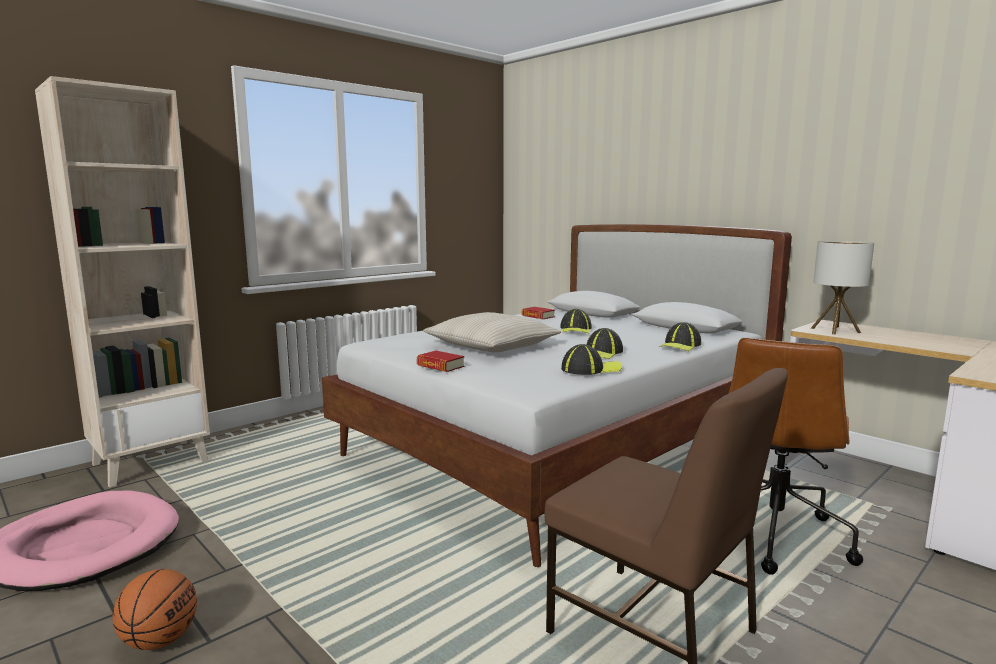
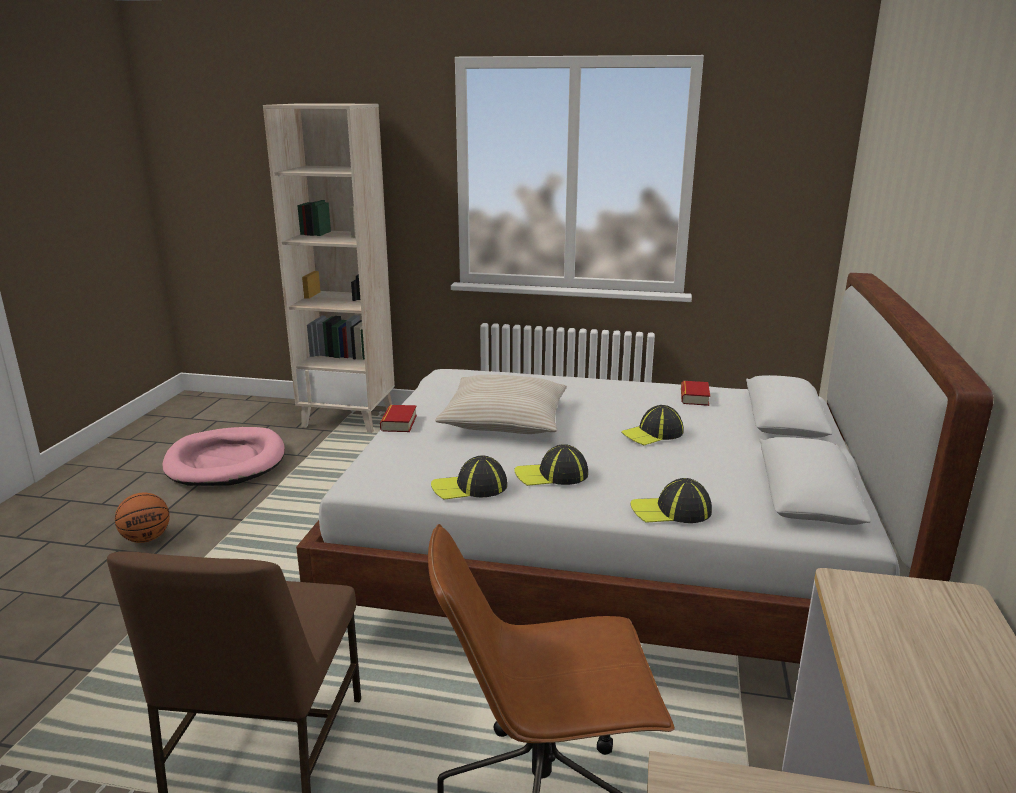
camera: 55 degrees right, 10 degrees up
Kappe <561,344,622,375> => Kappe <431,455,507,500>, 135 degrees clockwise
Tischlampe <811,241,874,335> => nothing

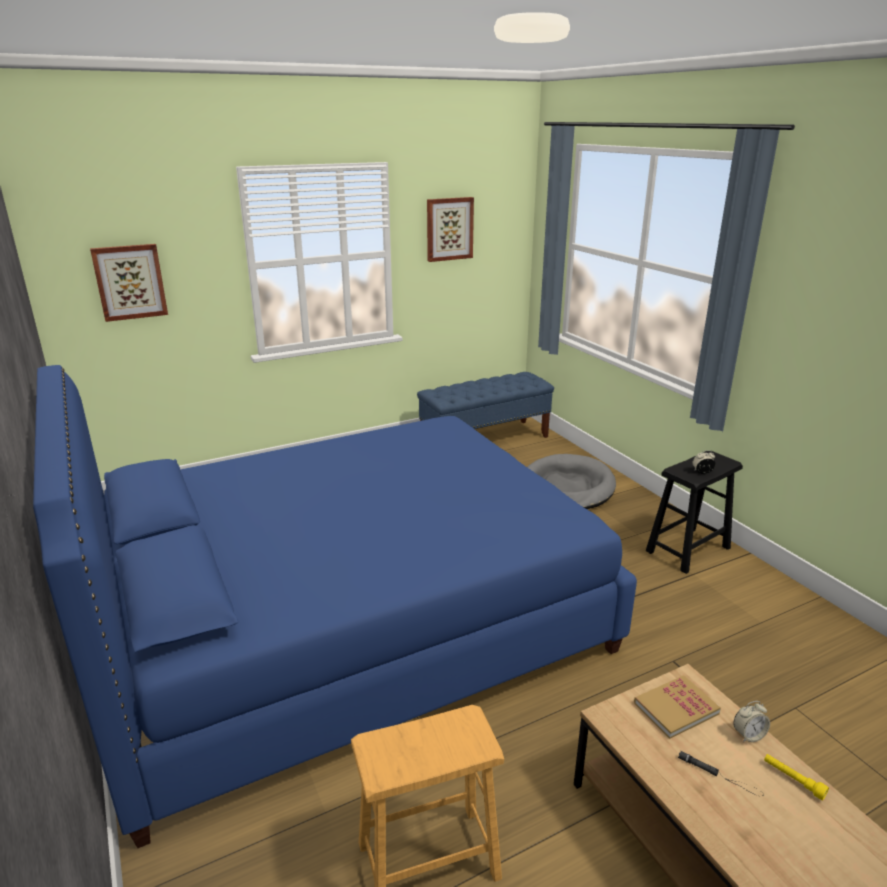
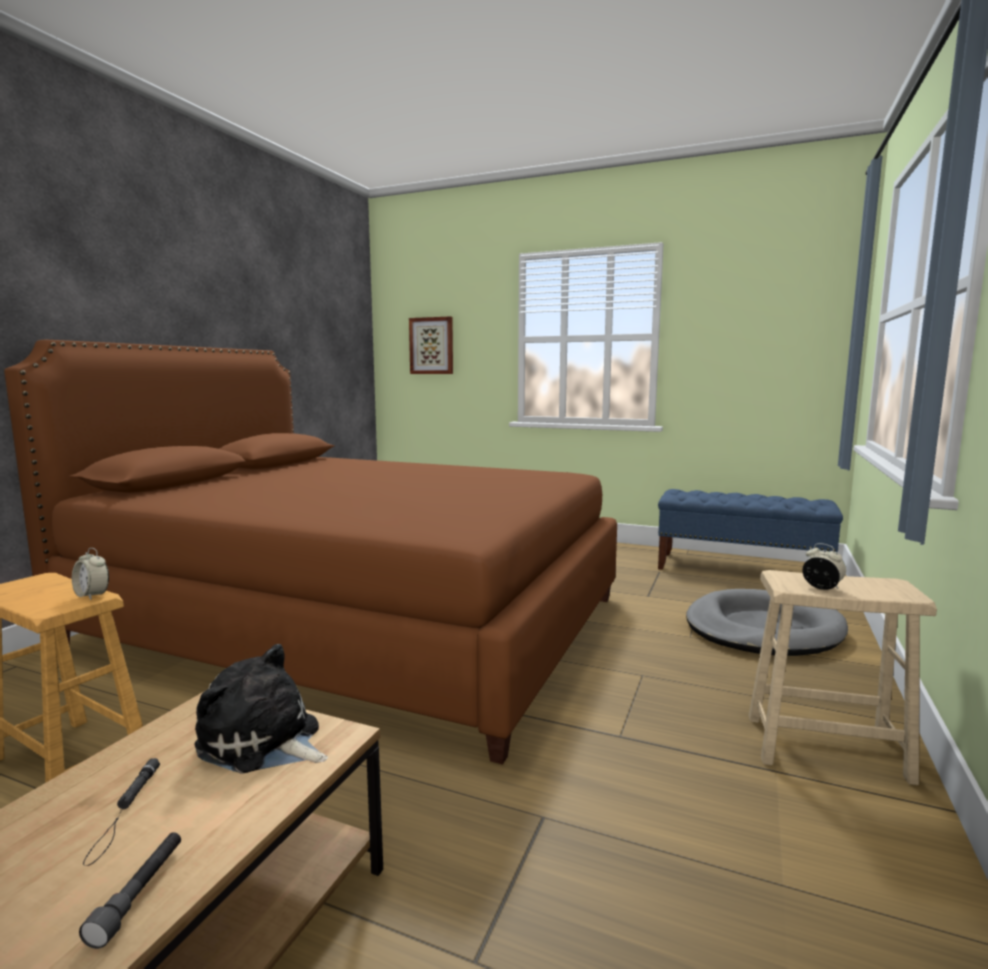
camera: 50 degrees right, 15 degrees down
Bett (blau) <33,365,637,848> => Bett (braun) <4,340,617,765>
Wecker <733,701,770,742> => Wecker <72,548,109,600>, shifted
Taschenlampe (gelb) <764,754,829,800> => Taschenlampe (grau) <79,832,181,949>
Buch <634,676,721,739> => Plüschtier <194,644,328,774>
Hocker (schwarz) <646,451,743,574> => Hocker (beige) <748,570,937,785>
Bild <427,197,474,262> => nothing

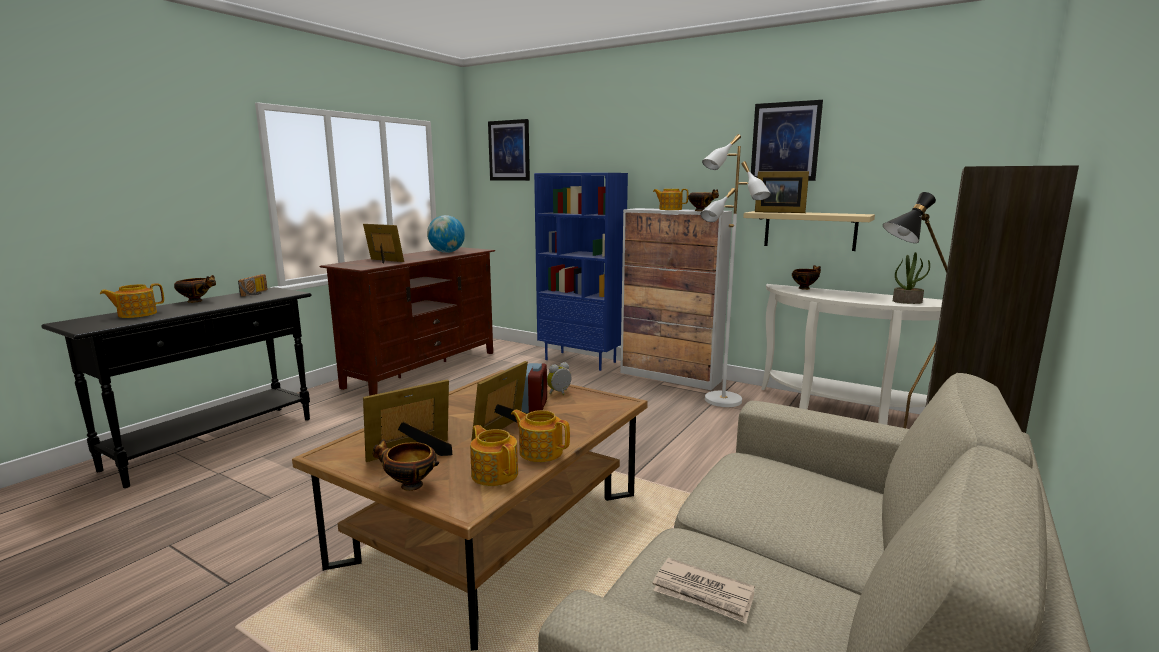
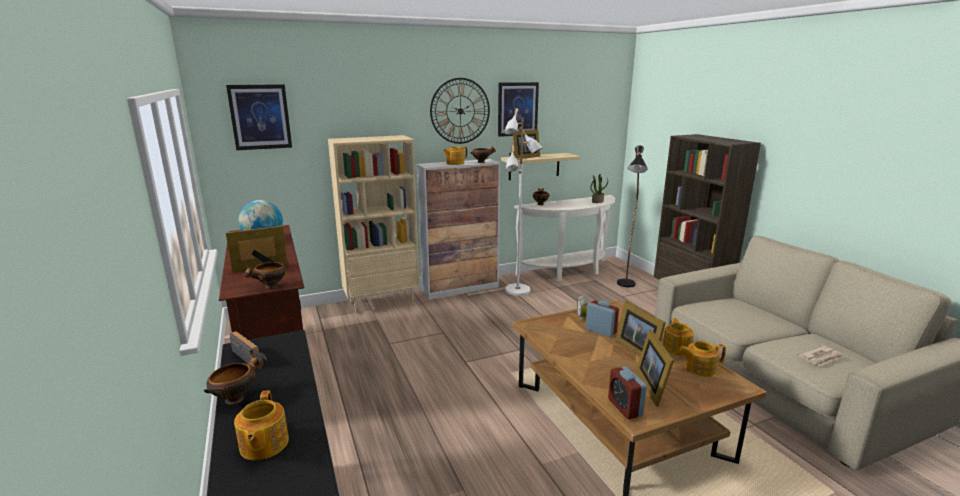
camera: 55 degrees left, 5 degrees up
Schüssel <373,439,439,491> => Schüssel <244,262,288,289>, shifted
Bücherregal (blau) <534,173,628,371> => Bücherregal (beige) <328,135,420,314>
nothing => Wanduhr <430,78,490,144>
nothing => Wecker <608,366,647,419>
Teekanne <511,410,570,462> => Teekanne <663,318,694,355>, 120 degrees clockwise

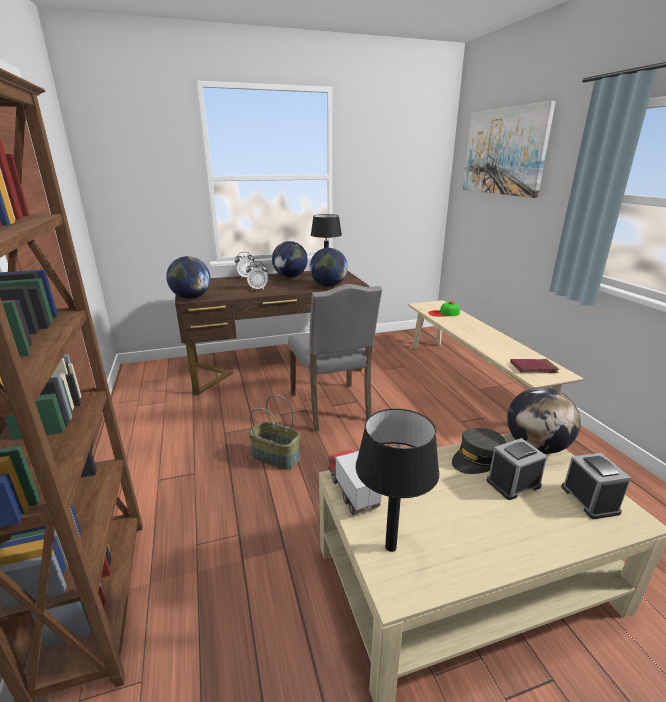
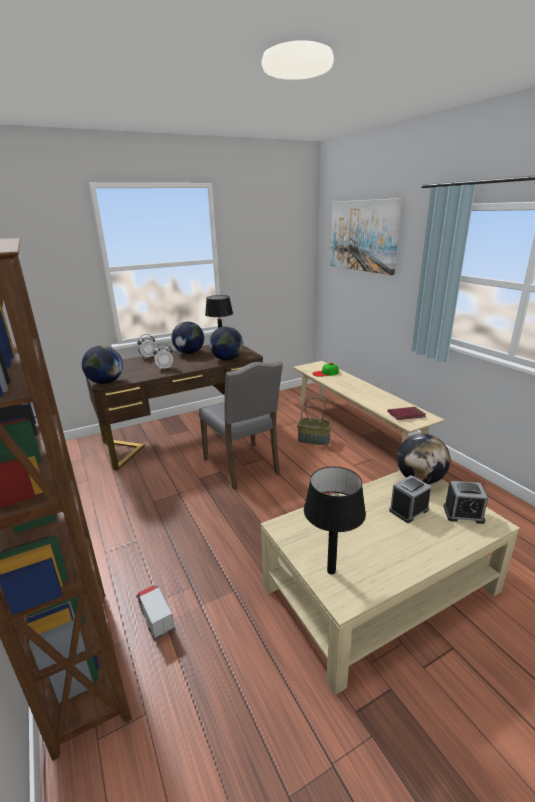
camera: 10 degrees left, 0 degrees up
Spielzeuglaster <328,450,381,515> => Spielzeuglaster <136,585,175,641>, shifted
Korb <248,395,301,470> => Korb <297,398,332,445>, shifted
Wecker <561,453,631,519> => Wecker <443,481,488,524>, 120 degrees clockwise
Kappe (grau) <452,428,506,474> => nothing

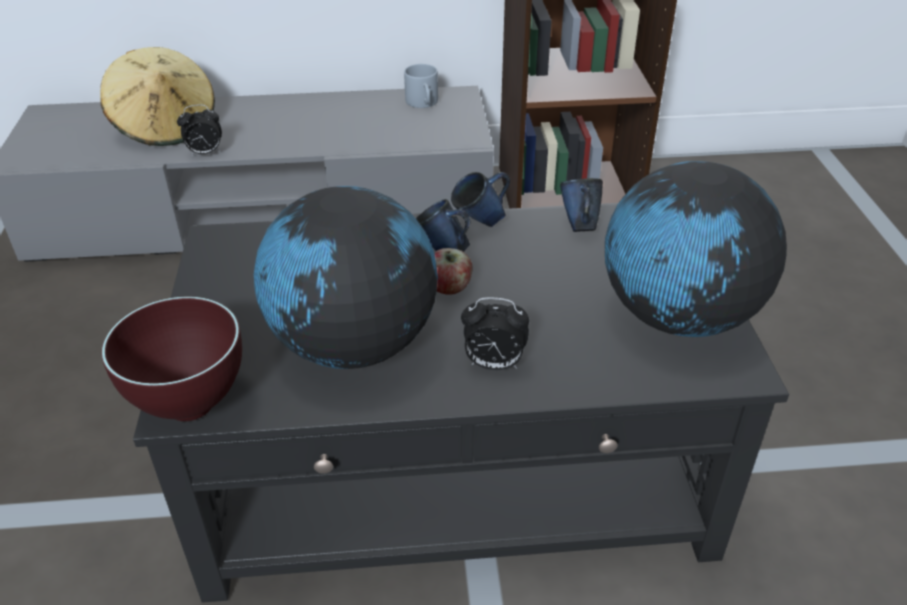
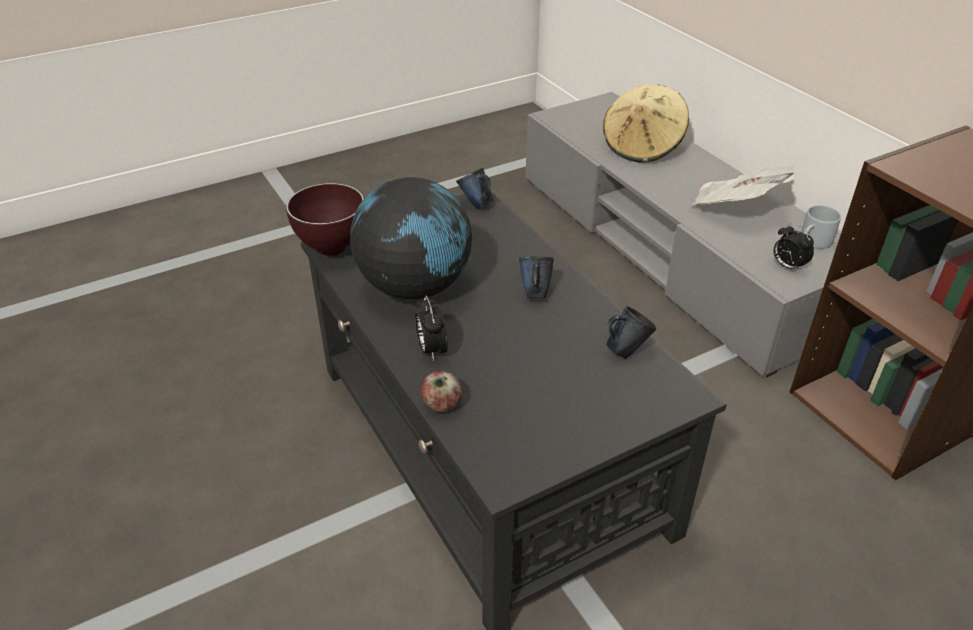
camera: 65 degrees right, 0 degrees up
Apfel <434,248,473,295> => Apfel <421,371,462,413>, shifted
Henkelbecher (blau) <451,172,510,227> => Henkelbecher (blau) <456,167,493,209>, shifted
nothing => Zeitung <692,166,796,205>
Wecker <177,104,222,156> => Wecker <774,223,814,272>, shifted
Globus <605,161,787,337> => nothing

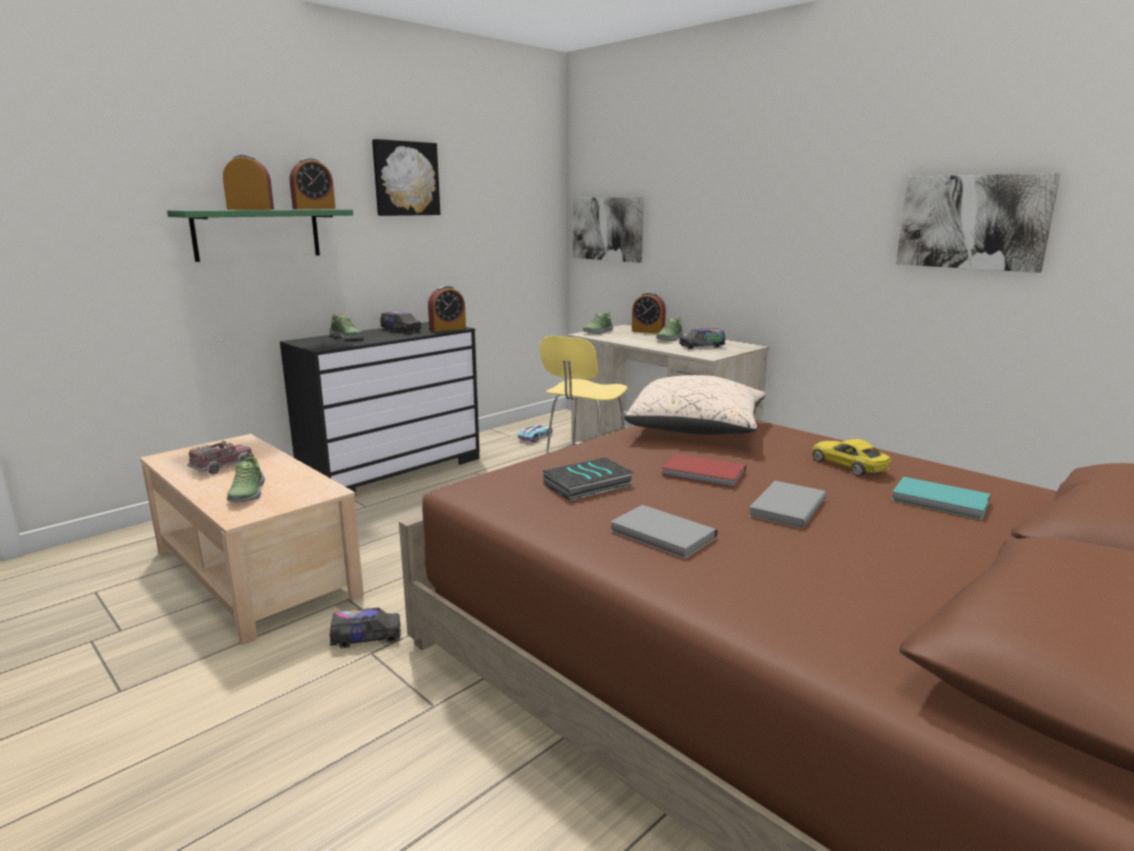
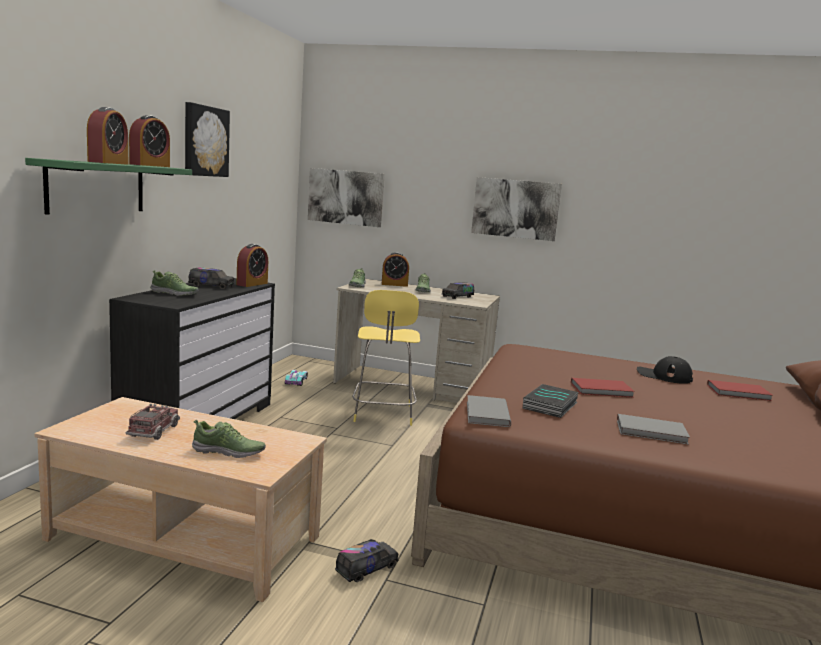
camera: 30 degrees left, 5 degrees down
Wecker <223,154,274,210> => Wecker <87,107,128,165>, 135 degrees clockwise
Schuh <227,454,265,502> => Schuh <192,420,266,458>, 45 degrees counterclockwise
Buch (grau) <749,481,827,529> => Buch (grau) <467,395,511,427>, shifted
Bild <896,173,1061,273> => Bild <471,177,562,241>, shifted
Spielzeugauto (gelb) <812,439,892,476> => Kappe (schwarz) <637,356,693,384>
Buch (türkis) <891,477,990,520> => Buch (rot) <707,380,772,401>
Kissen (beige) <624,375,766,435> => nothing

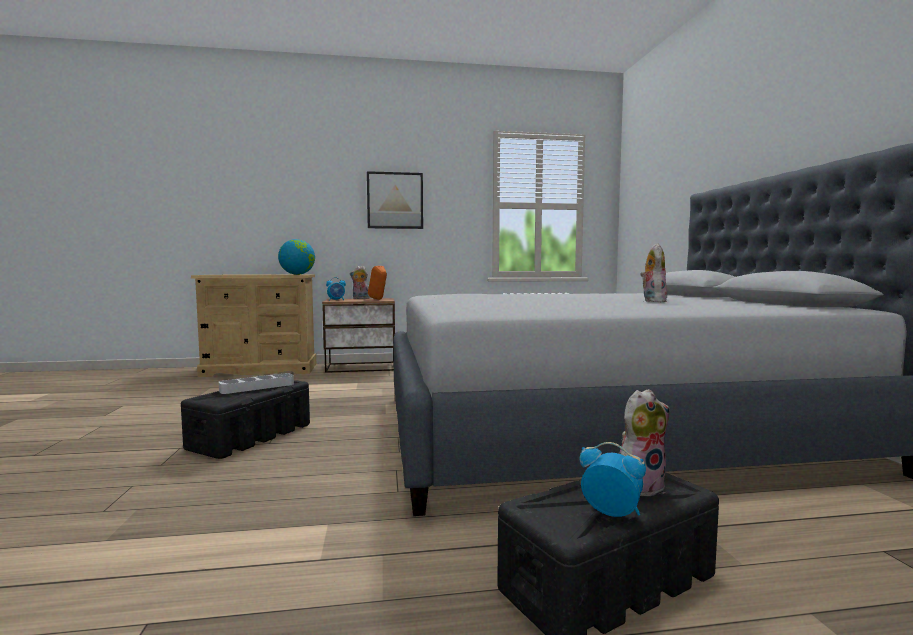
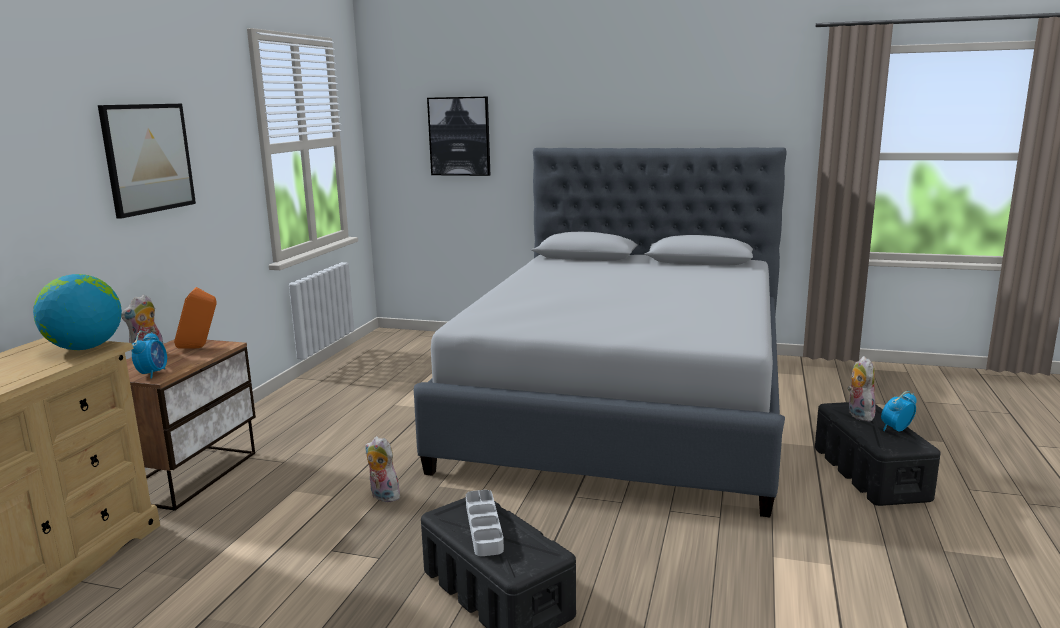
camera: 65 degrees left, 10 degrees up
Plüschtier <640,243,667,302> => Plüschtier <365,436,404,502>, shifted
nothing => Bild <427,97,490,176>

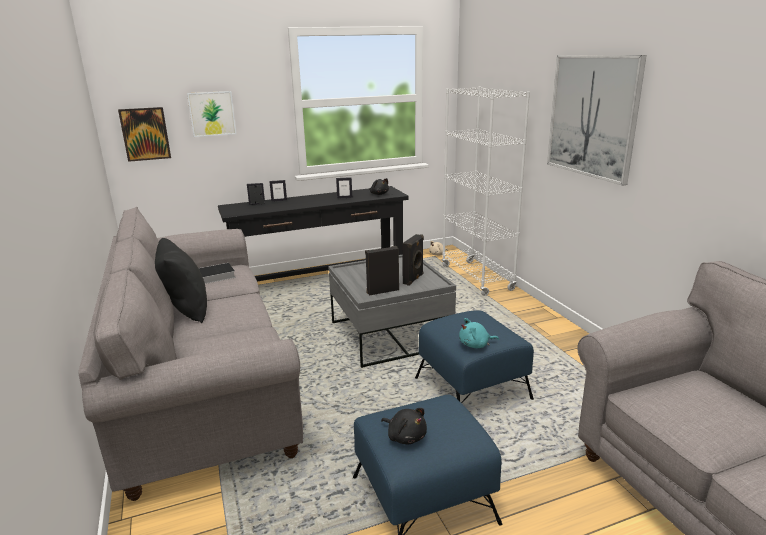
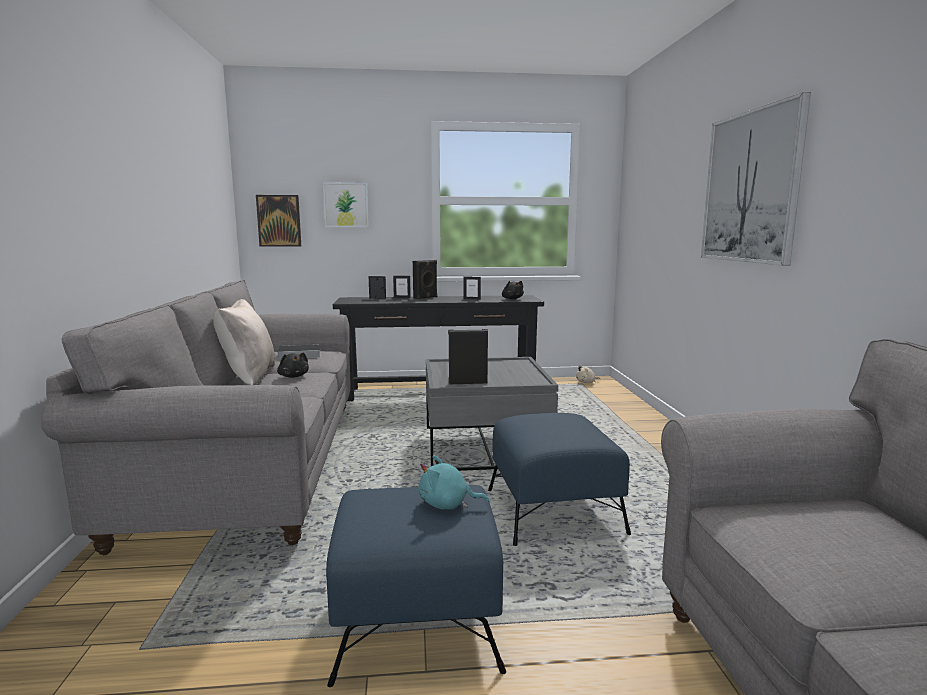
camera: 15 degrees right, 10 degrees down
Kissen (schwarz) <155,238,207,323> => Kissen (beige) <213,299,275,385>
Plüschtier (schwarz) <381,408,427,445> => Plüschtier (schwarz) <277,352,309,378>, shifted
Lautsprecher (schwarz) <402,234,424,286> => Lautsprecher (schwarz) <413,260,437,299>, shifted
Plüschtier (türkis) <459,318,499,348> => Plüschtier (türkis) <418,455,489,509>, shifted
Bücherregal (weiß) <442,87,530,296> => nothing

